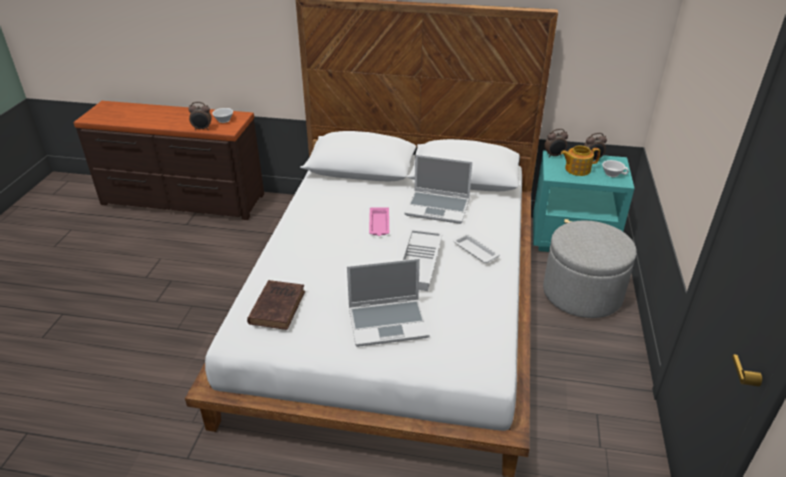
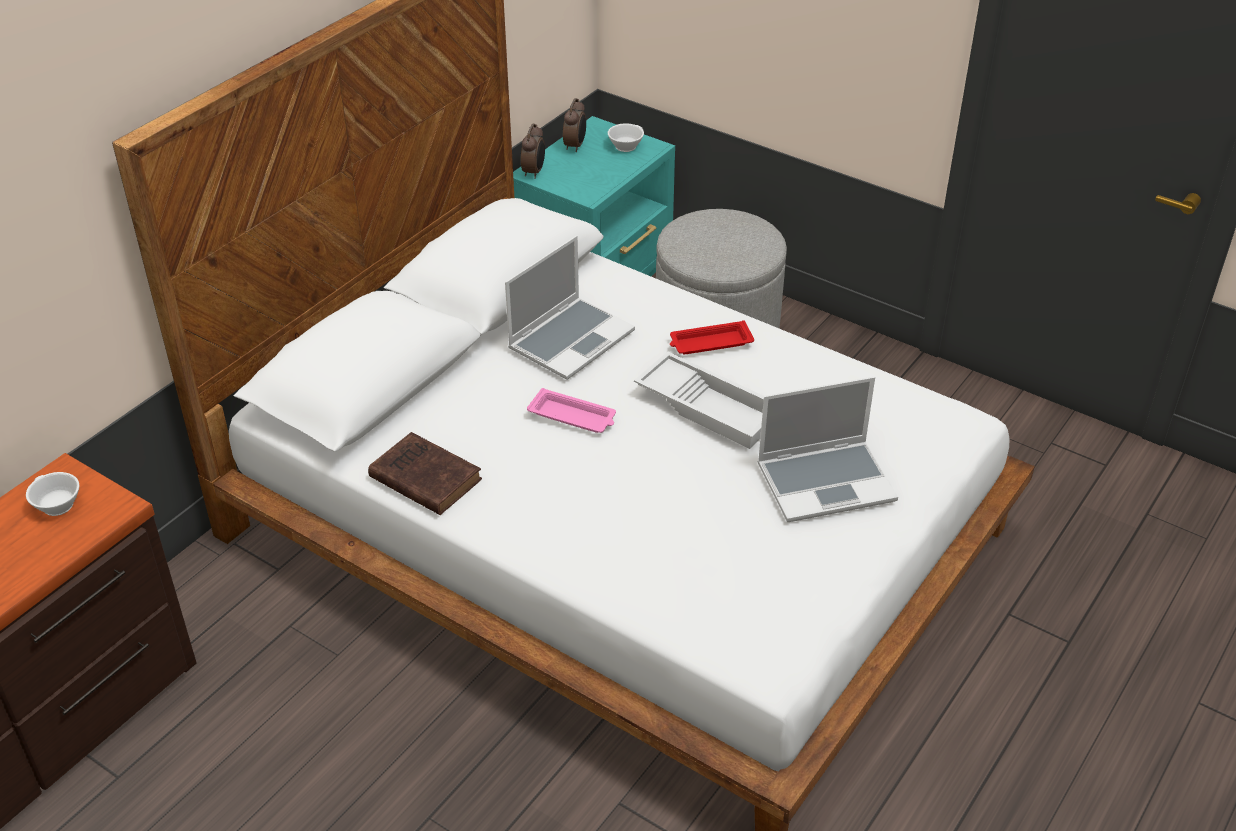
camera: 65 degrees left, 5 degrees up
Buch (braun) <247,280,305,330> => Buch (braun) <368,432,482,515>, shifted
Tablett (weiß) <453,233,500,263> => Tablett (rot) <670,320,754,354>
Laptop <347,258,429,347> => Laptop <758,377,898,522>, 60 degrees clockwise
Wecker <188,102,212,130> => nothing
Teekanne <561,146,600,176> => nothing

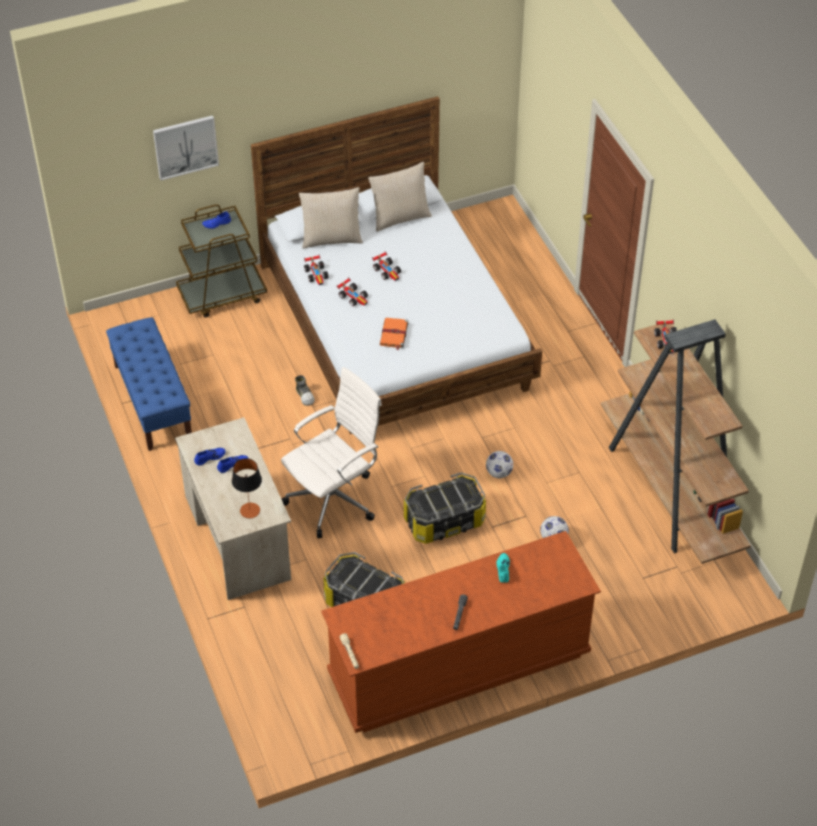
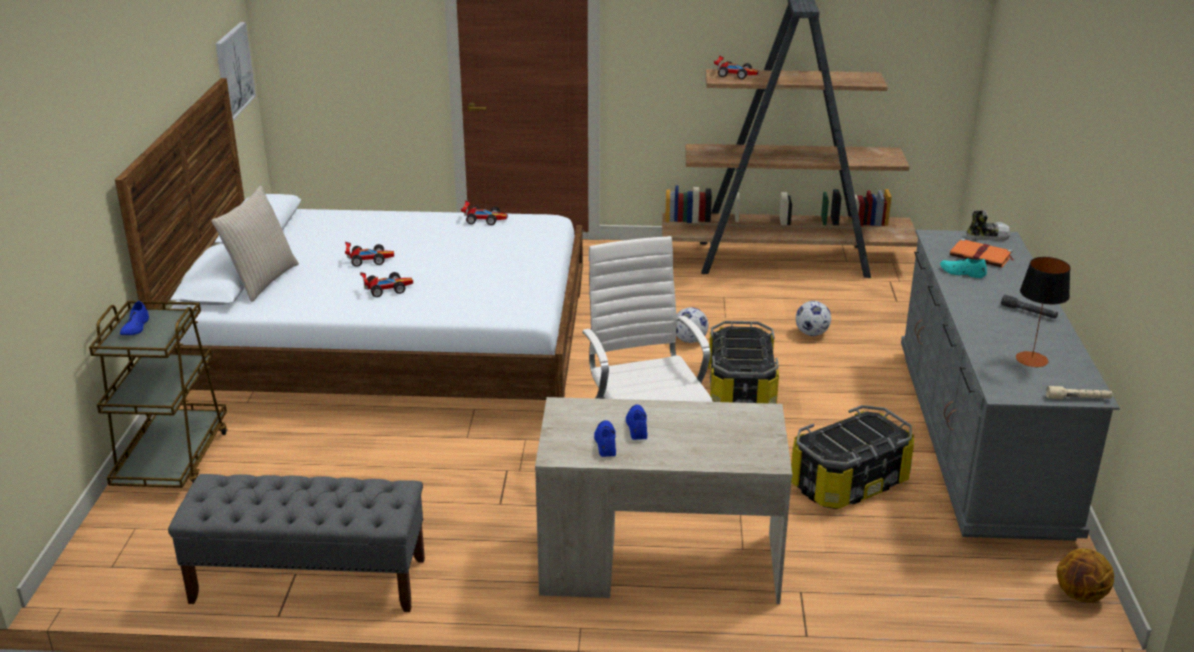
camera: 65 degrees left, 20 degrees down
Bank (blau) <106,317,192,451> => Bank (grau) <168,474,425,612>
Bild <153,115,219,180> => Bild <216,22,256,121>, shifted
Spielzeugauto <304,255,329,285> => Spielzeugauto <461,200,508,225>, shifted
Kommode (braun) <321,531,601,733> => Kommode (grau) <901,230,1120,541>
Buch (orange) <380,318,408,350> => Buch (orange) <950,238,1015,268>, shifted
Schuh <295,375,315,406> => Schuh <967,210,1011,240>, shifted
Tischlampe <232,458,262,518> => Tischlampe <1016,257,1070,367>, shifted
nothing => Basketball <1057,549,1114,602>
Kissen (beige) <368,162,432,232> => nothing

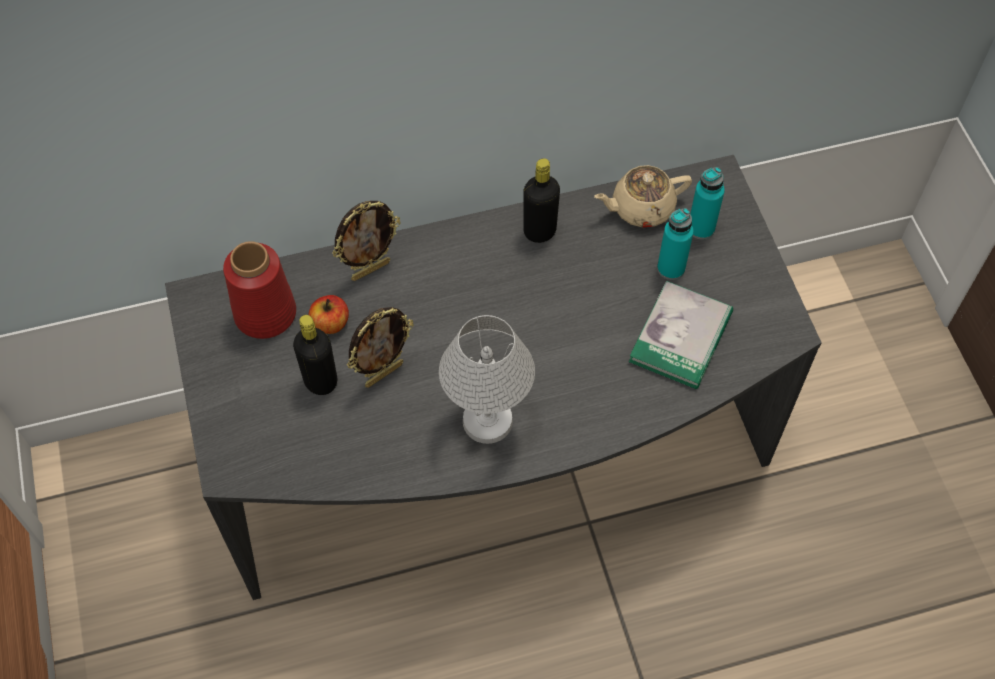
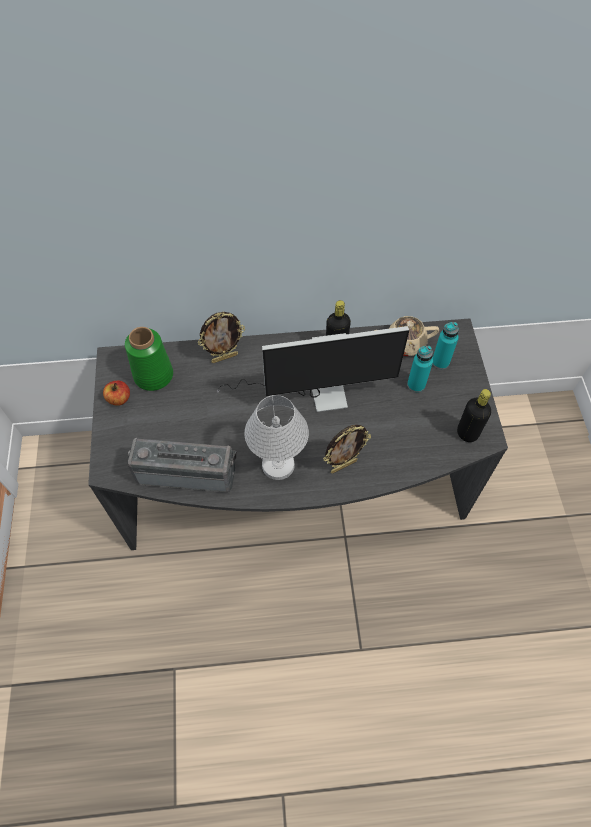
camera: 10 degrees right, 0 degrees up
Apfel <309,295,349,334> => Apfel <103,381,130,406>, shifted
Vase (rot) <223,241,296,339> => Vase (grün) <125,327,173,391>
nothing => Radio <127,438,237,492>
nothing => Monitor <217,326,409,412>
Bilderrahmen <347,307,414,388> => Bilderrahmen <323,425,371,473>, shifted
Flasche (schwarz) <293,315,337,395> => Flasche (schwarz) <457,389,491,442>, shifted
Buch <629,281,733,389> => nothing

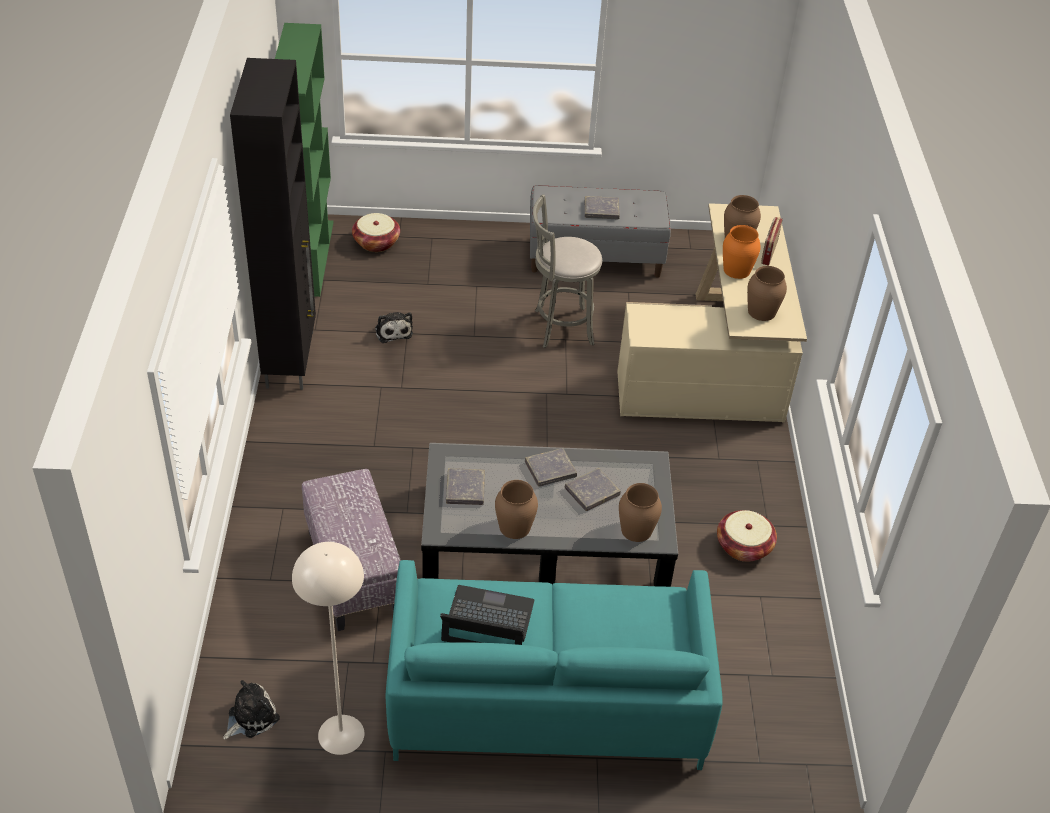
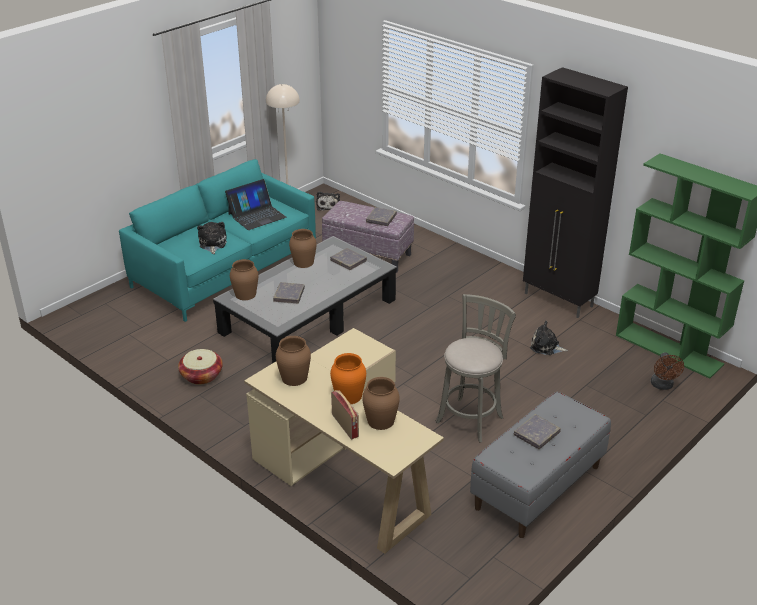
camera: 135 degrees right, 10 degrees down
nothing => Plüschtier <197,222,227,254>
Buch (grau) <525,448,577,487> => Buch (grau) <366,207,397,226>, shifted
Korb <352,213,400,252> => Ventilator (braun) <651,352,684,390>

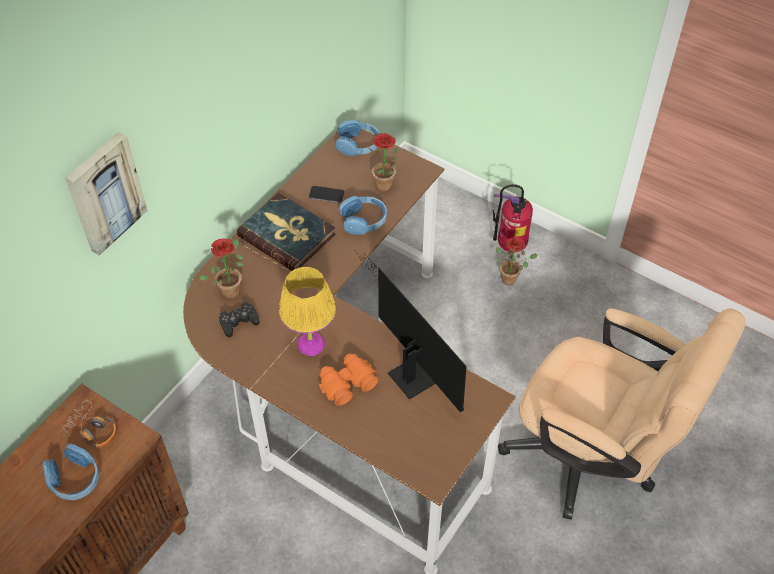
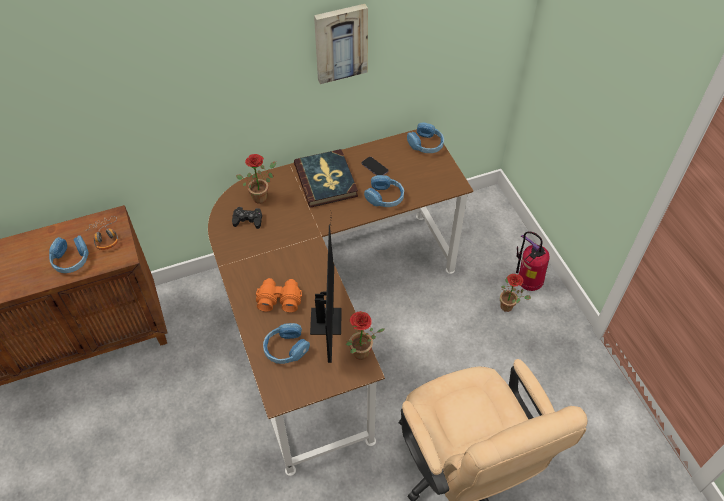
camera: 35 degrees right, 0 degrees up
nothing => Kopfhörer (blau) <263,323,310,364>
Bild <65,132,147,256> => Bild <314,4,368,84>, shifted
Topfpflanze <369,133,399,192> => Topfpflanze <345,311,385,360>, shifted
Tischlampe (gelb) <279,267,336,356> => nothing

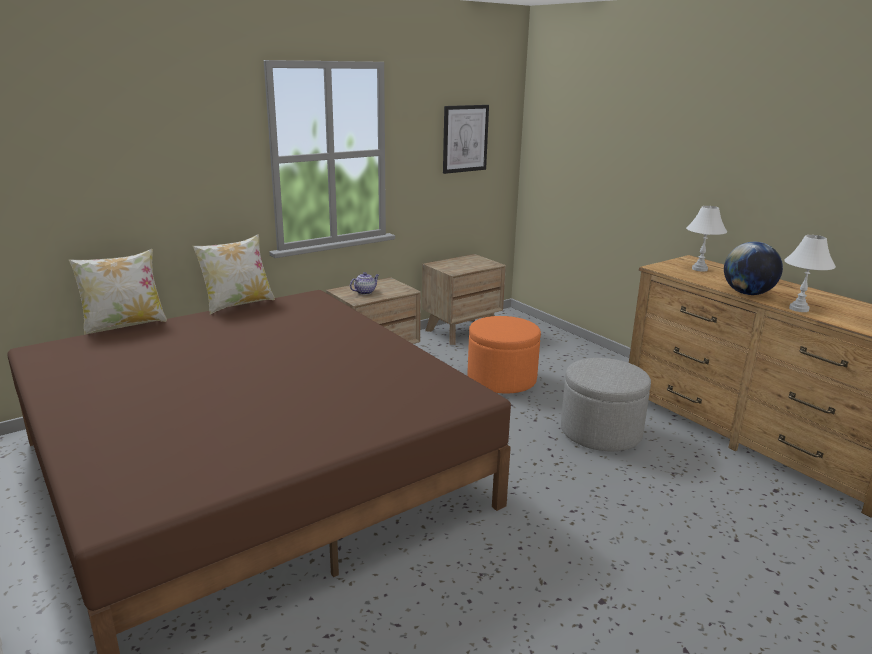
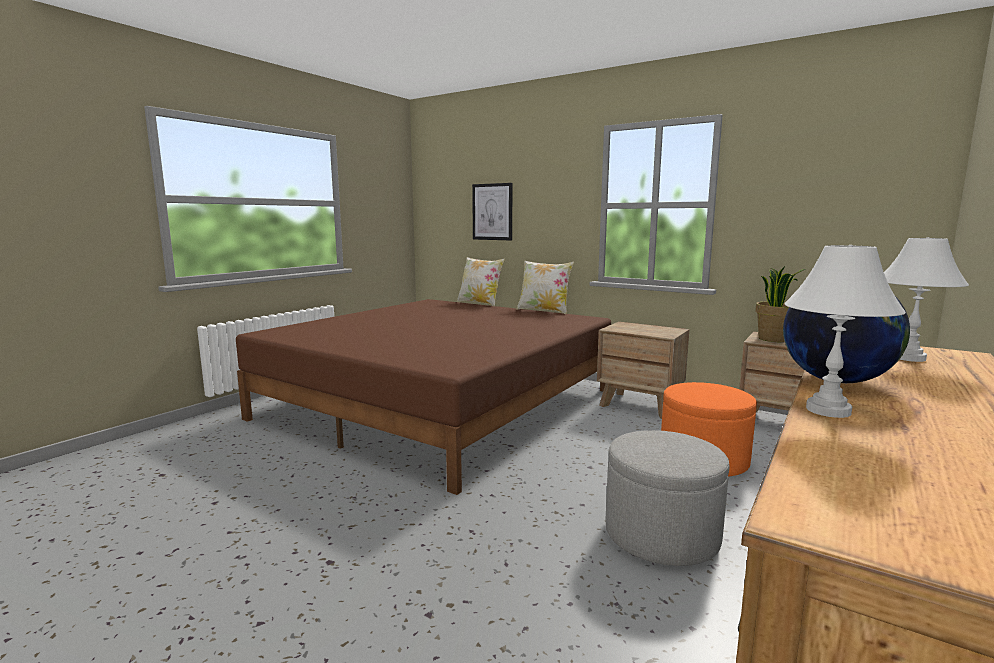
camera: 70 degrees right, 10 degrees down
Bild <443,105,489,174> => Bild <472,183,513,240>, shifted
nothing => Topfpflanze <755,266,805,342>
Teekanne <350,272,379,295> => nothing

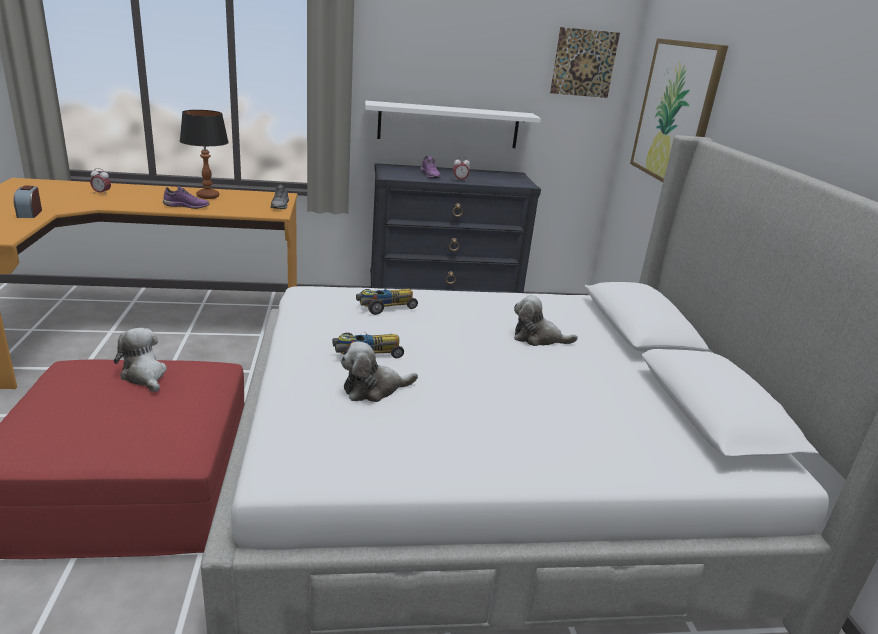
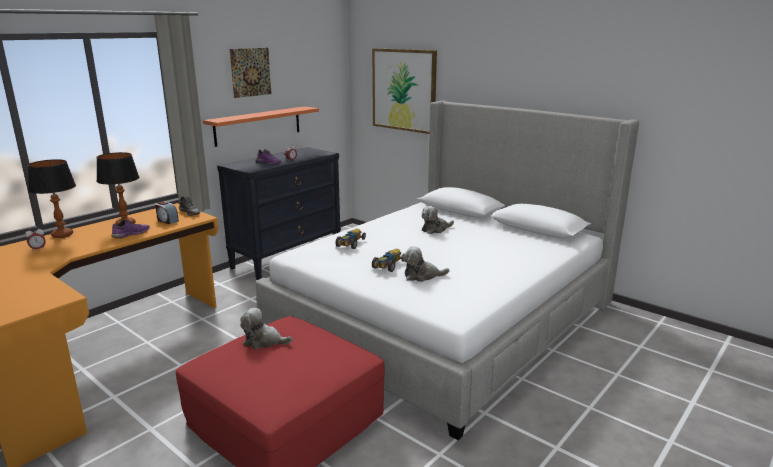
camera: 40 degrees left, 5 degrees down
nothing => Tischlampe <28,159,76,238>
Wecker <13,186,42,218> => Wecker <155,201,179,224>, shifted
Wandregal (weiß) <365,100,541,148> => Wandregal (orange) <203,106,319,147>
Bild <550,27,620,98> => Bild <230,48,271,98>, shifted
Plüschtier <340,341,418,402> => Plüschtier <402,246,449,282>, 60 degrees clockwise

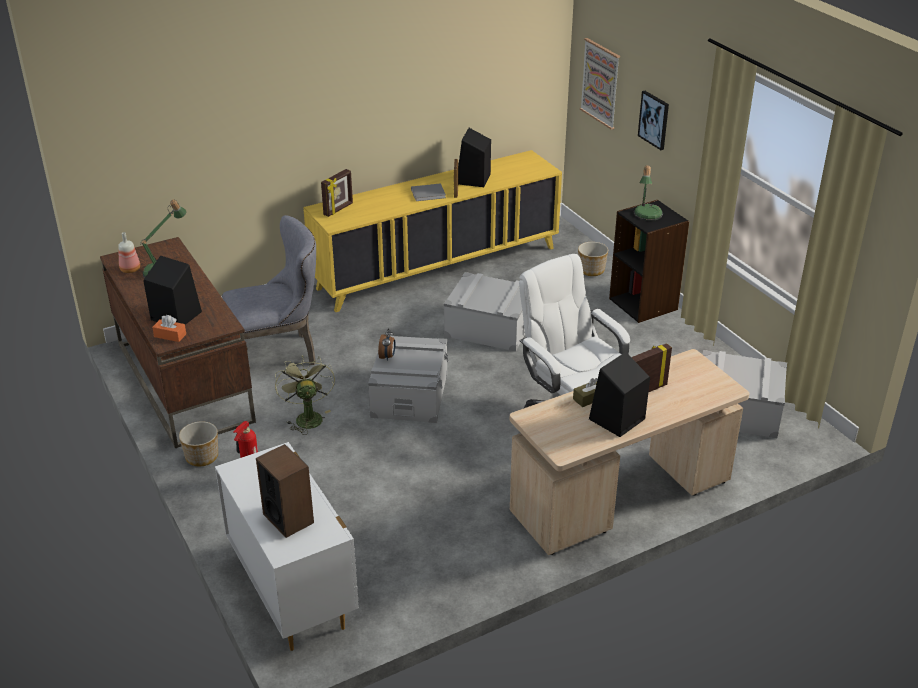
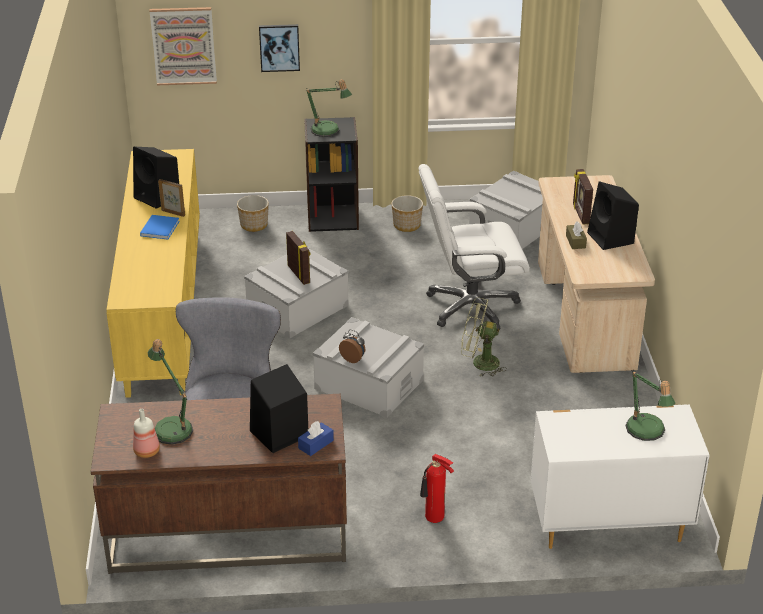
camera: 65 degrees left, 0 degrees up
Buch (grau) <411,183,446,201> => Buch (blau) <140,215,180,240>
Bilderrahmen <321,169,353,217> => Bilderrahmen <286,231,311,285>, shifted
Taschentuchbox (orange) <152,315,186,342> => Taschentuchbox (blau) <298,421,334,456>
Pflanzkübel <179,421,218,466> => Pflanzkübel <391,195,423,232>, shifted
Ventilator (grün) <275,355,335,435> => Ventilator (grün) <461,297,507,377>, shifted
Lautsprecher <256,444,314,538> => Tischlampe <626,370,676,441>

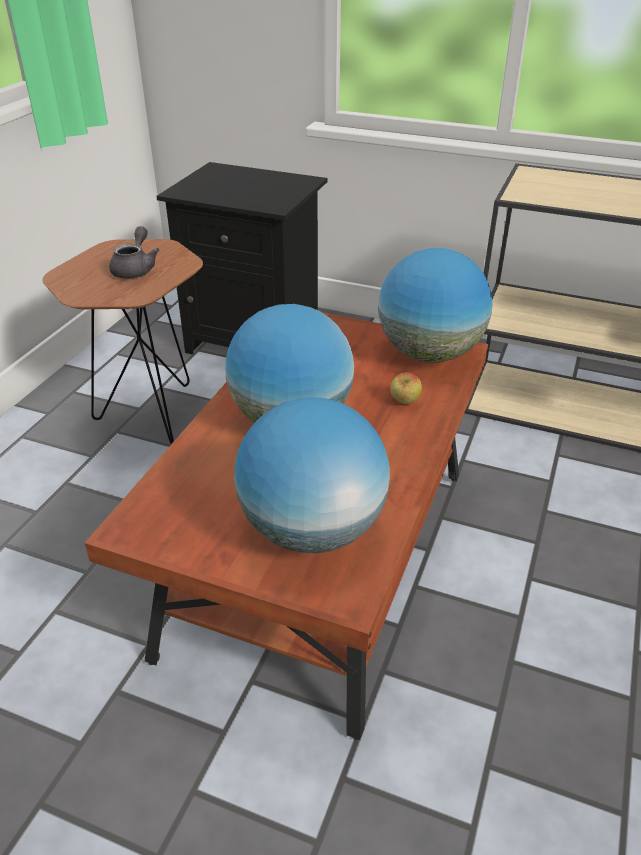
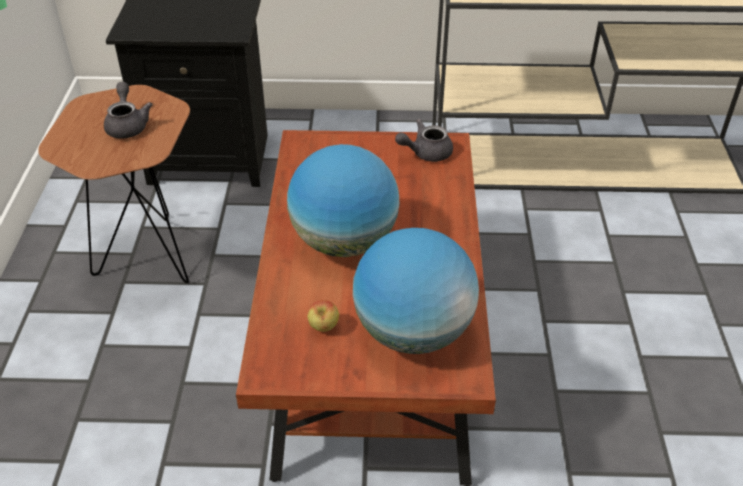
camera: 20 degrees left, 5 degrees up
Apfel <390,372,422,404> => Apfel <308,300,339,332>, shifted
Globus <378,248,492,363> => Teekanne (grau) <395,119,453,162>

